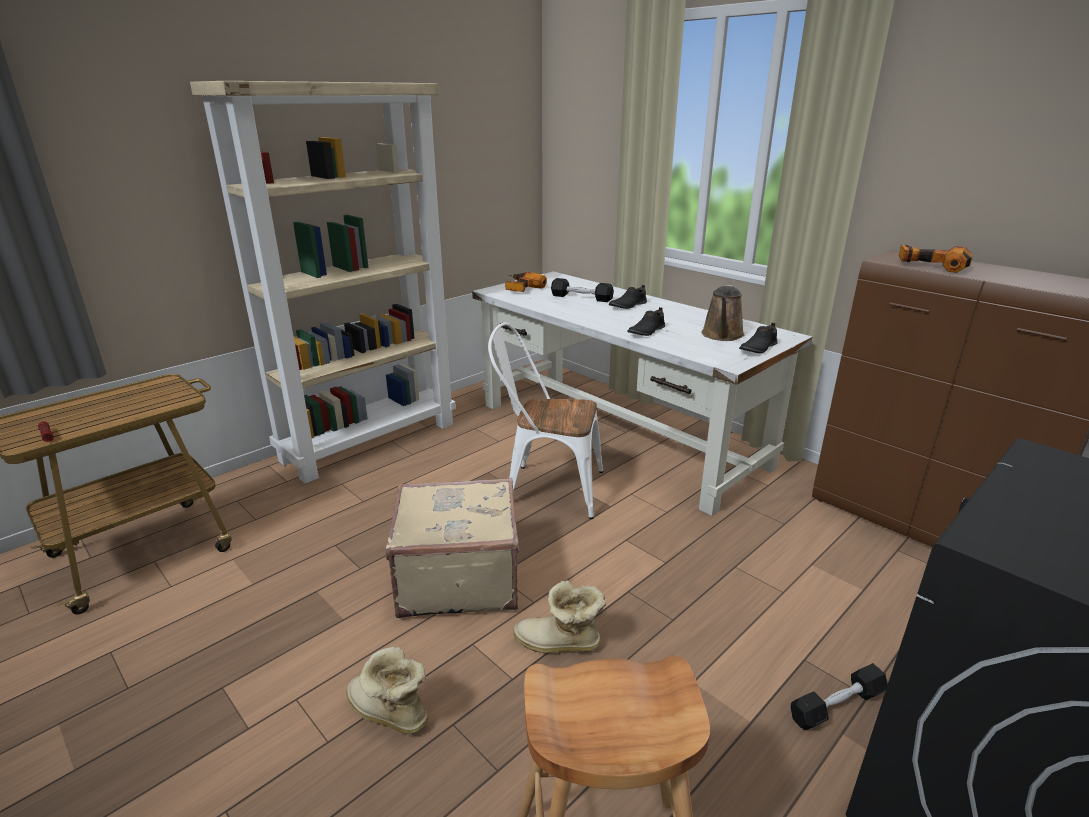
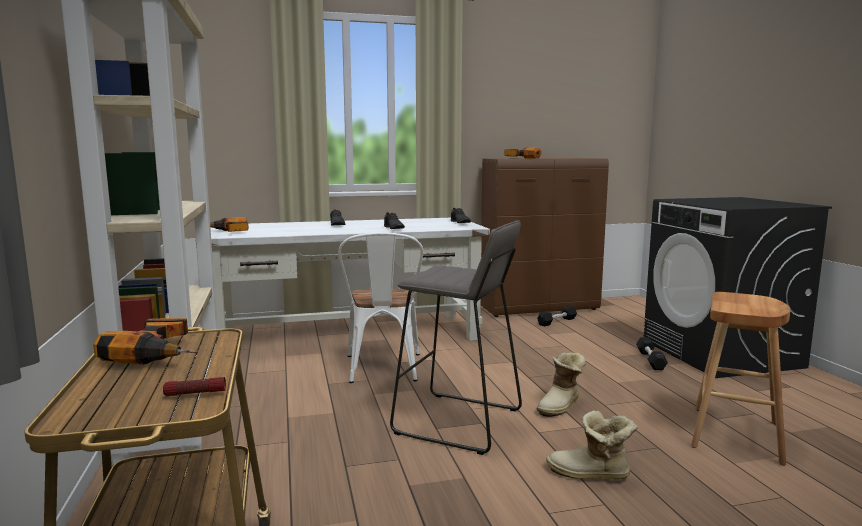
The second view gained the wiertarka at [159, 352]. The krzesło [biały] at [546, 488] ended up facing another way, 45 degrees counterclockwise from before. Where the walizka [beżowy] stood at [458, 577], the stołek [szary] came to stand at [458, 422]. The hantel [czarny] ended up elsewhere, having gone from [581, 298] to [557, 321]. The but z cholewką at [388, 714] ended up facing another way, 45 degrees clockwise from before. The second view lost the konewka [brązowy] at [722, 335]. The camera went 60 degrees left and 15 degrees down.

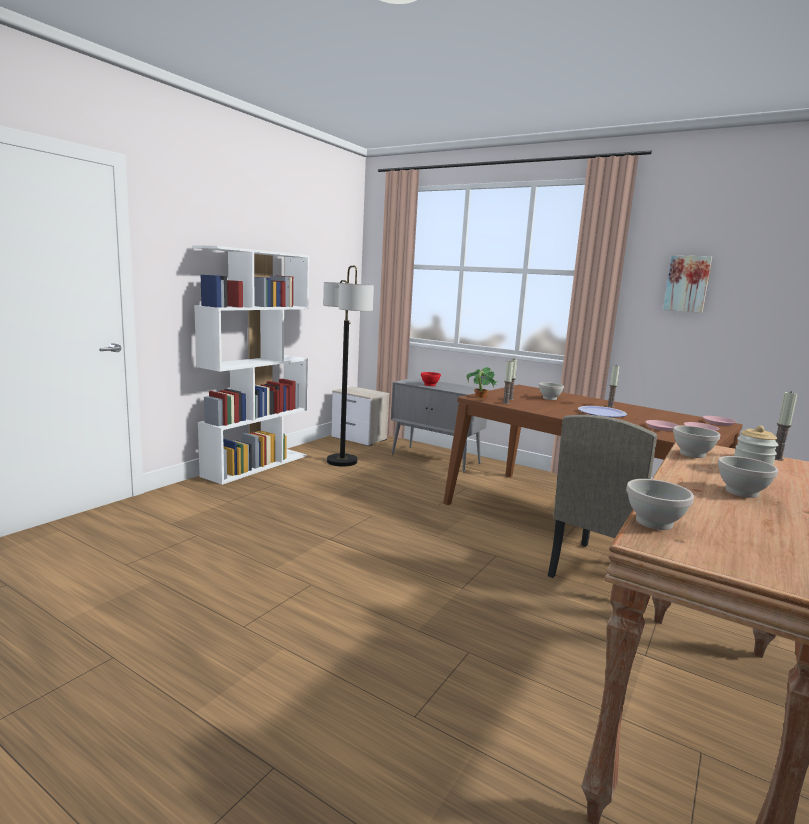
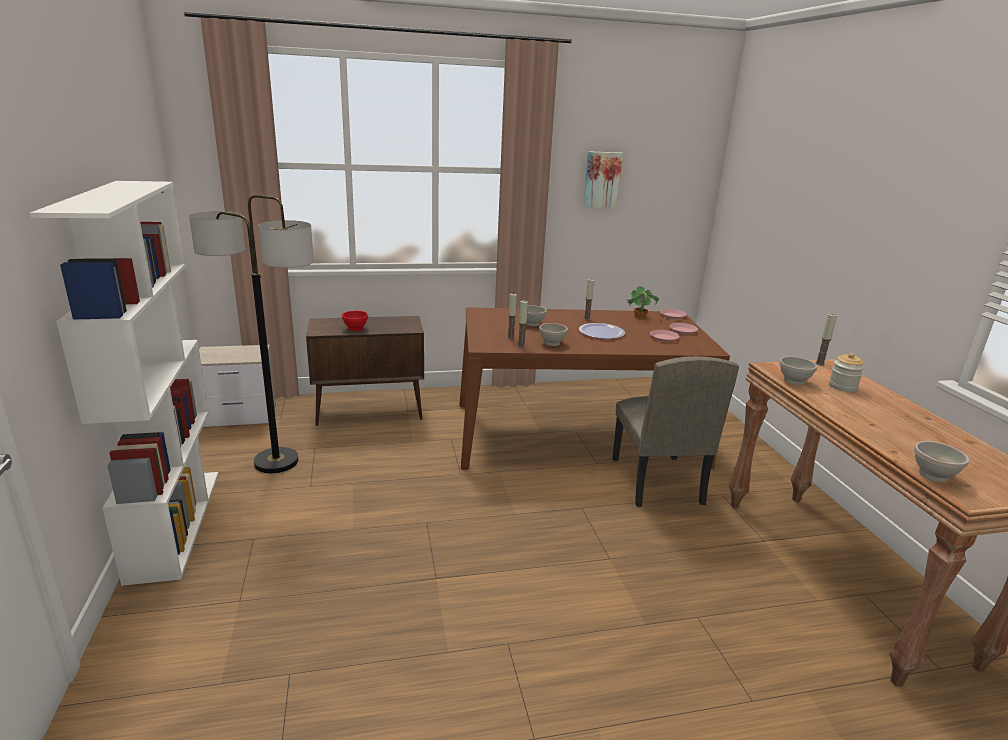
What was the szafka [szary] at [436, 459] turned into the szafka [brązowy] at [370, 412]. The miska [biały] ended up elsewhere, having gone from [742, 493] to [552, 343]. The roślina doniczkowa ended up elsewhere, having gone from [480, 397] to [639, 316]. The camera went 45 degrees left and 10 degrees up.

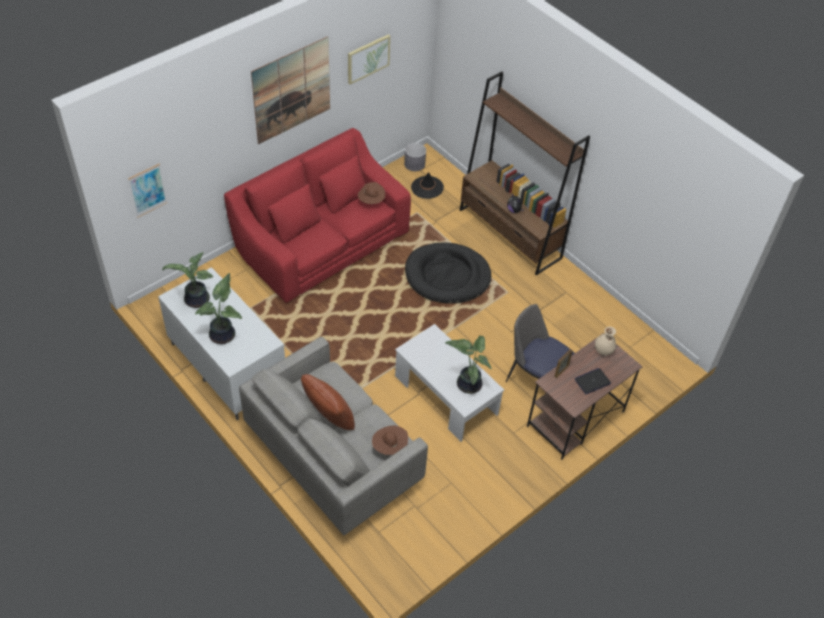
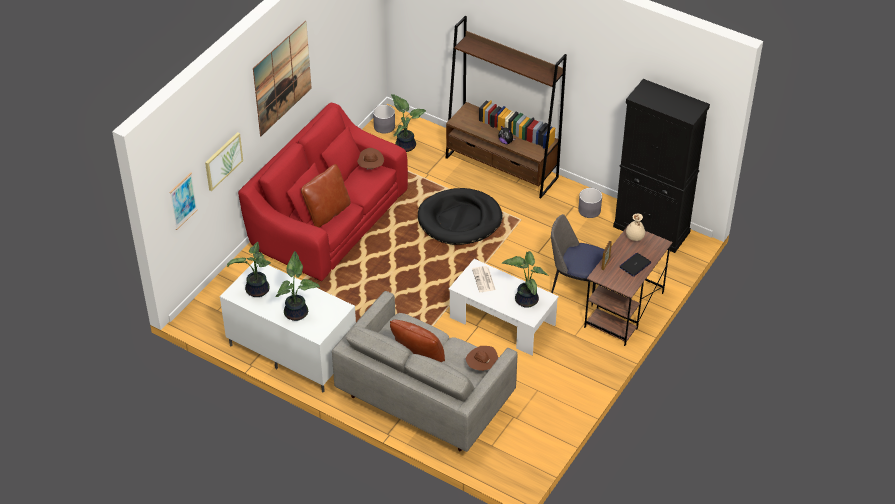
The obraz ended up elsewhere, having gone from [368, 58] to [223, 161]. The second view gained the poduszka [brązowy] at [327, 213]. Where the kapelusz [czarny] stood at [427, 187], the roślina doniczkowa came to stand at [406, 145]. The second view gained the gazeta at [484, 280]. The second view gained the donica [szary] at [589, 210]. The second view gained the szafka [czarny] at [651, 229]. The camera went 15 degrees left and 5 degrees down.

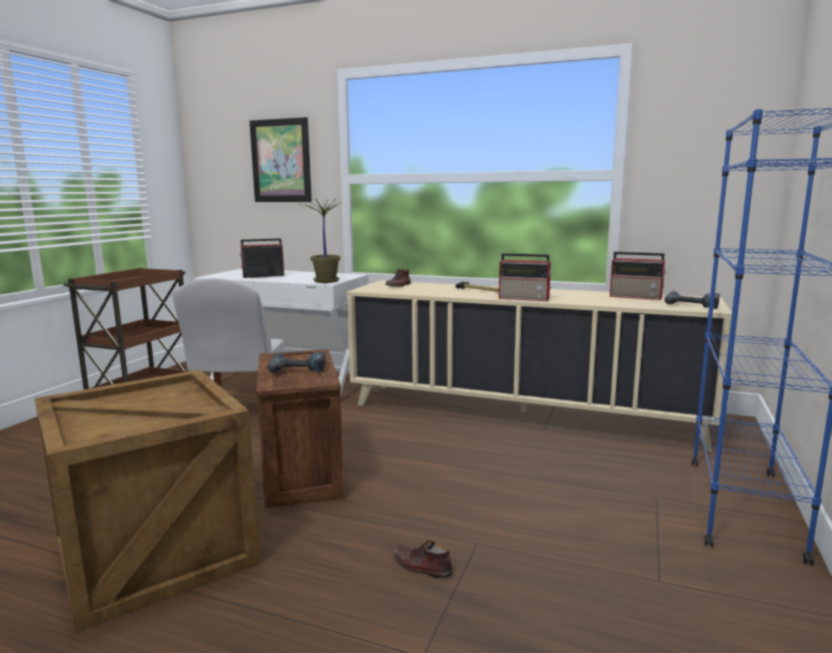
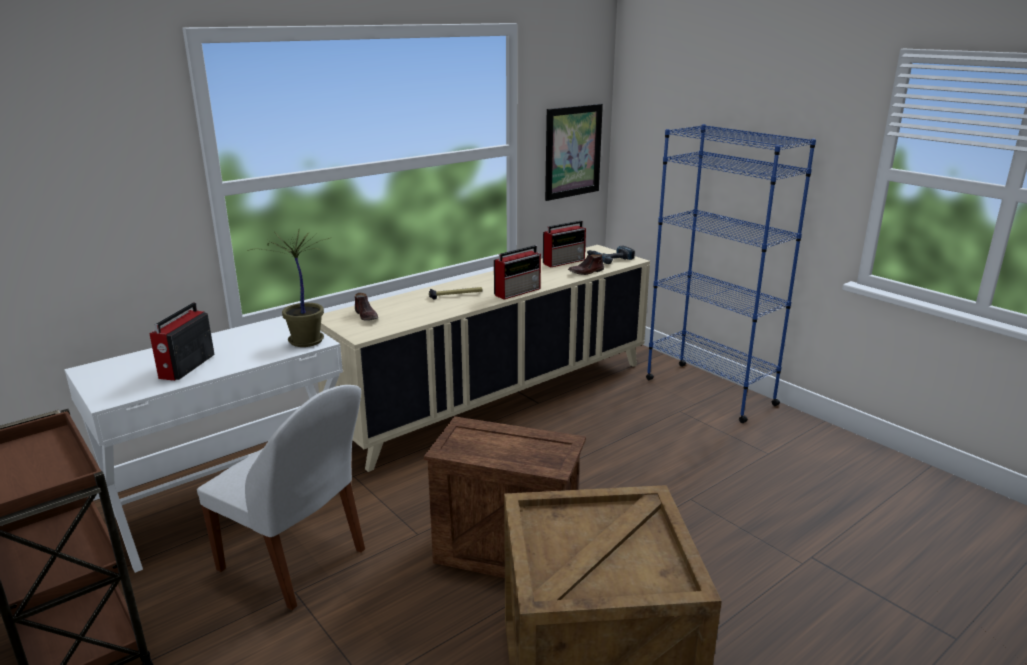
The obraz ended up elsewhere, having gone from [281, 161] to [573, 151]. The but [brązowy] ended up elsewhere, having gone from [421, 566] to [586, 272]. The second view lost the wiertarka at [298, 367]. The camera went 60 degrees left and 10 degrees up.

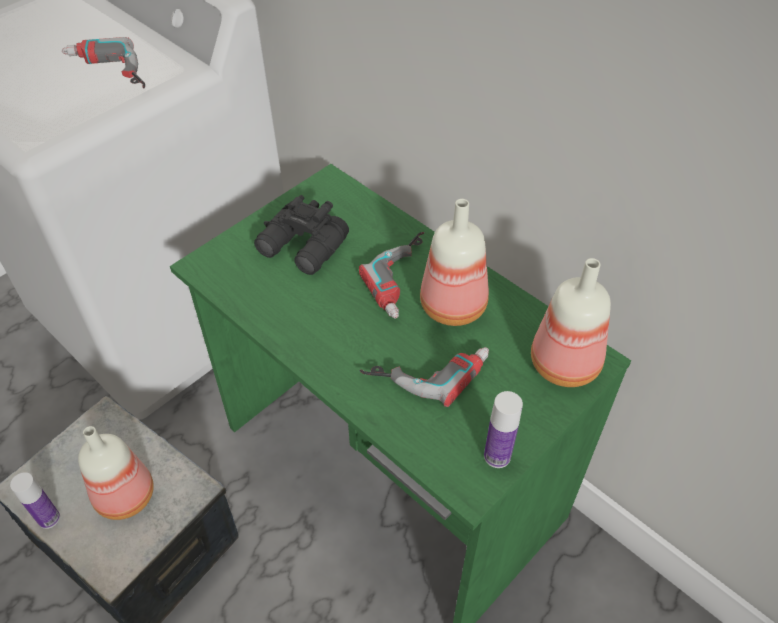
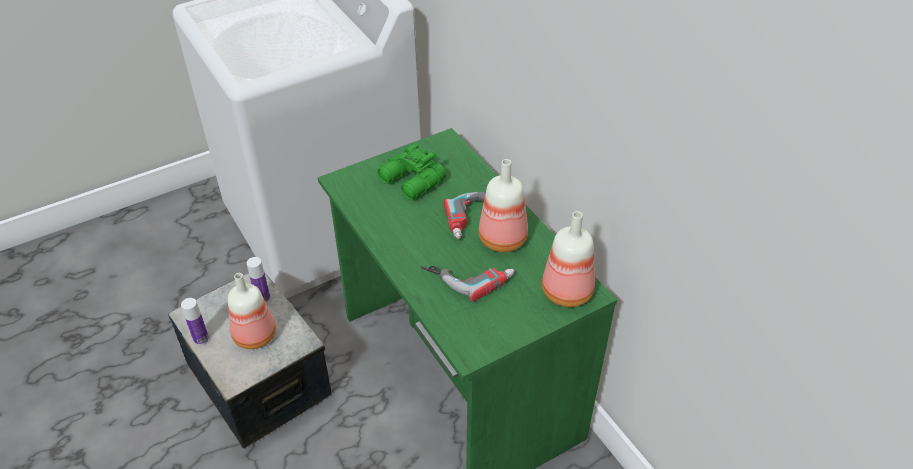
The butelka ended up elsewhere, having gone from [497, 456] to [262, 297]. What was the lornetka [czarny] at [303, 248] turned into the lornetka [zielony] at [411, 182]. The second view lost the wiertarka at [105, 74]. The camera went 15 degrees right and 5 degrees down.

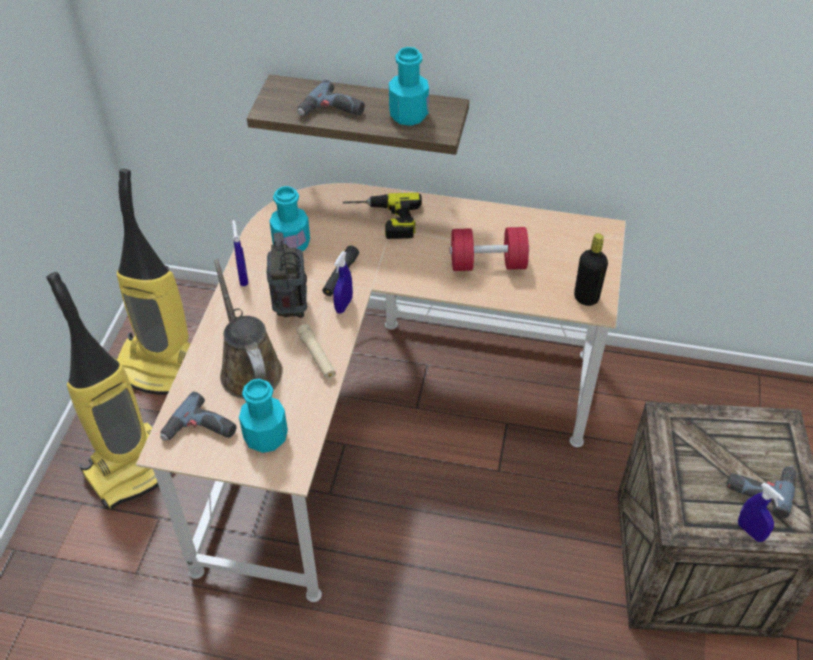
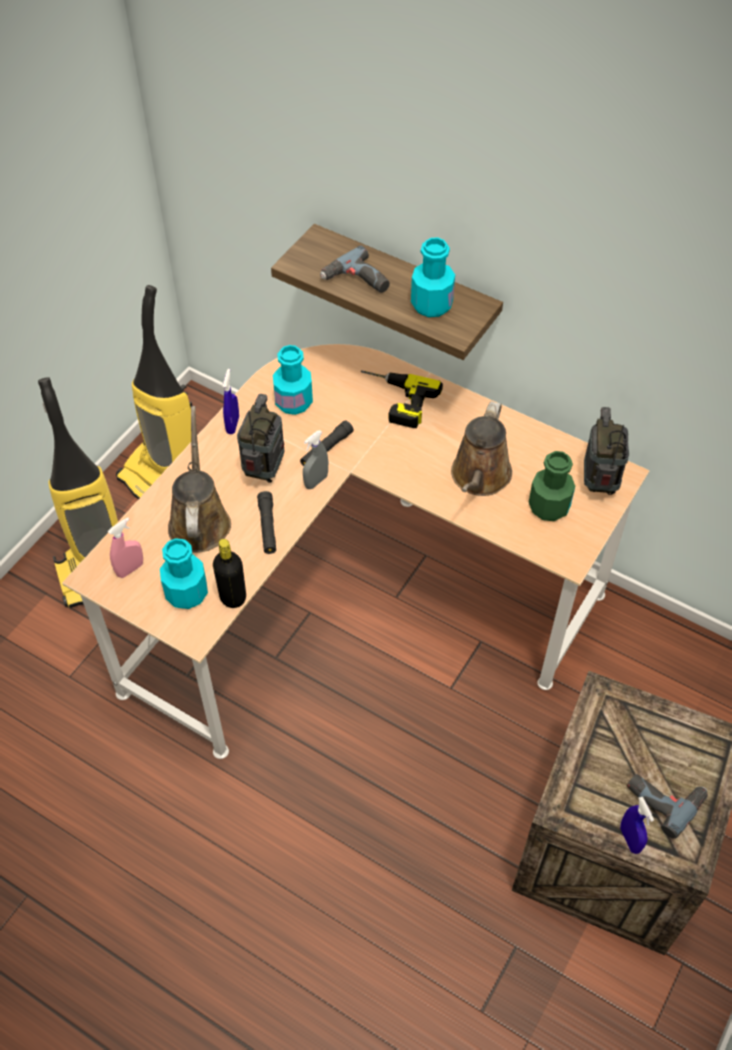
Where the wiertarka stood at [200, 431], the spryskiwacz [różowy] came to stand at [130, 569]. The butelka [czarny] ended up elsewhere, having gone from [586, 298] to [233, 597]. What was the latarka [beżowy] at [317, 356] turned into the latarka [czarny] at [267, 527]. What was the spryskiwacz [niebieski] at [344, 305] turned into the spryskiwacz [szary] at [316, 481]. Where the hantel [czerwony] stood at [488, 263], the konewka [brązowy] came to stand at [479, 478]. The second view gained the butelka [zielony] at [548, 507]. The second view gained the radio at [599, 483]. The camera went 20 degrees right and 5 degrees up.

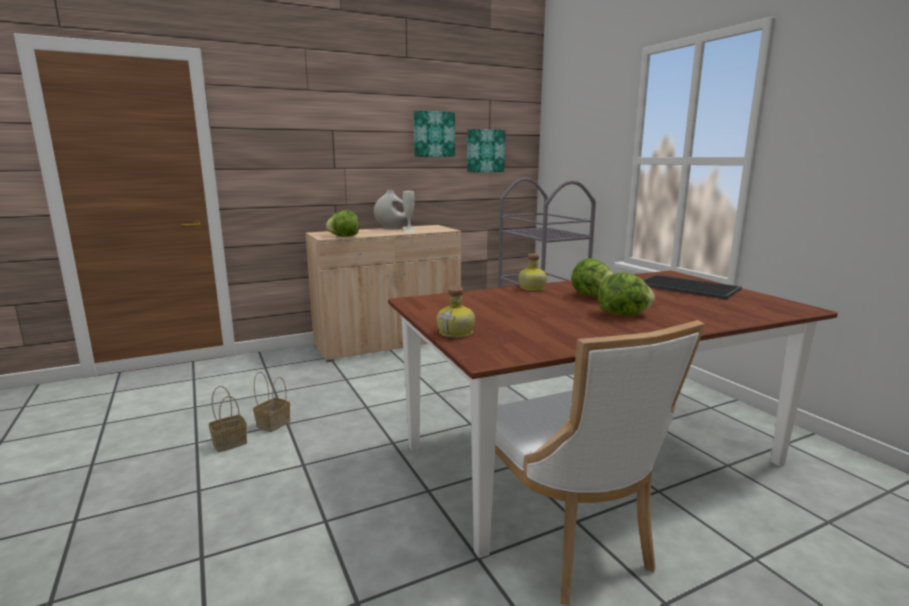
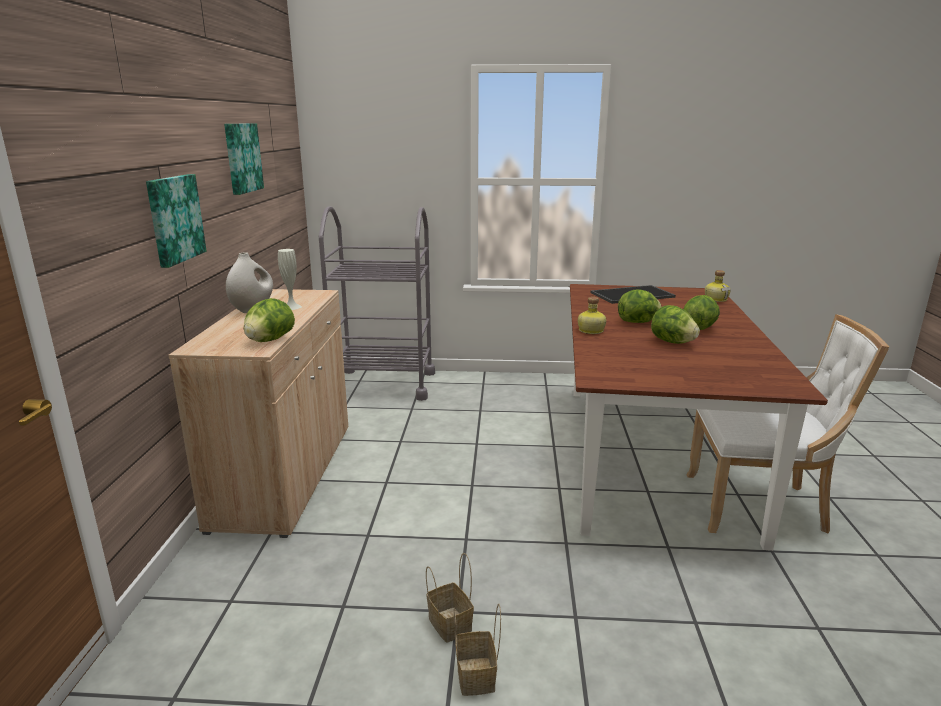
The obraz ended up elsewhere, having gone from [485, 151] to [174, 219]. The second view gained the sałata at [672, 342]. The butelka ended up elsewhere, having gone from [457, 333] to [716, 299]. The camera went 60 degrees left and 5 degrees up.

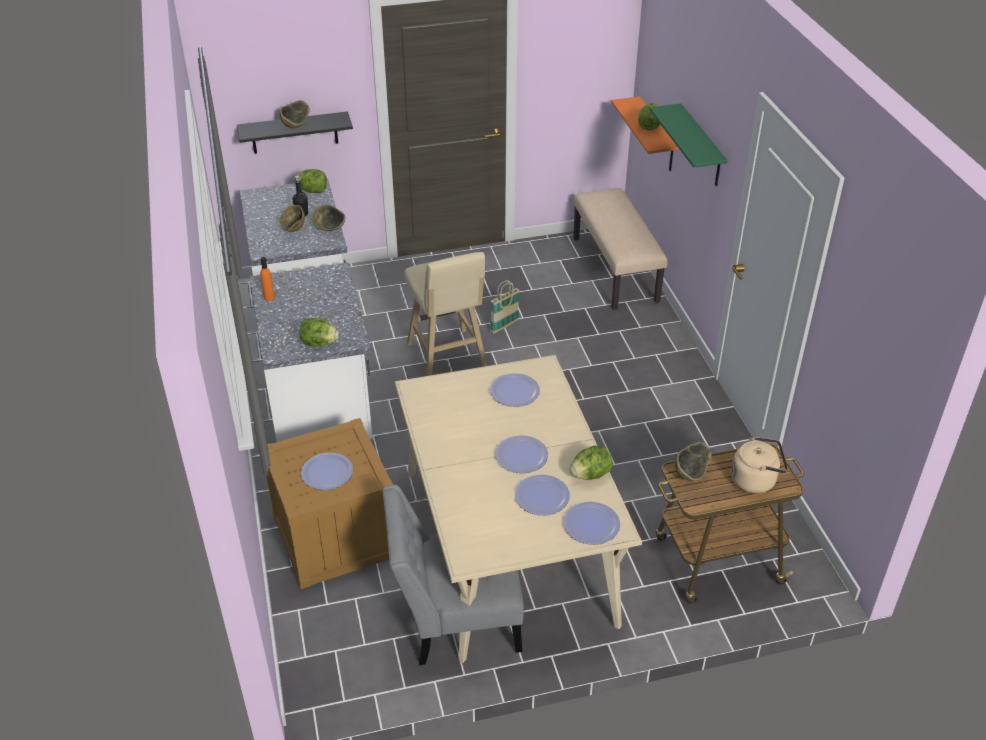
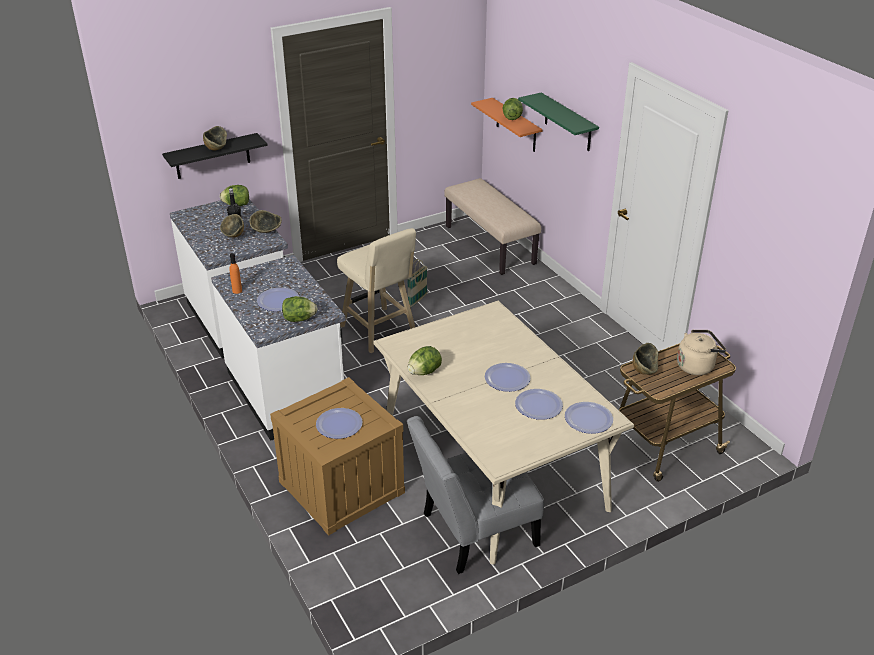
The talerz ended up elsewhere, having gone from [515, 391] to [278, 300]. The sałata ended up elsewhere, having gone from [590, 475] to [424, 372]. The camera went 15 degrees left and 5 degrees down.

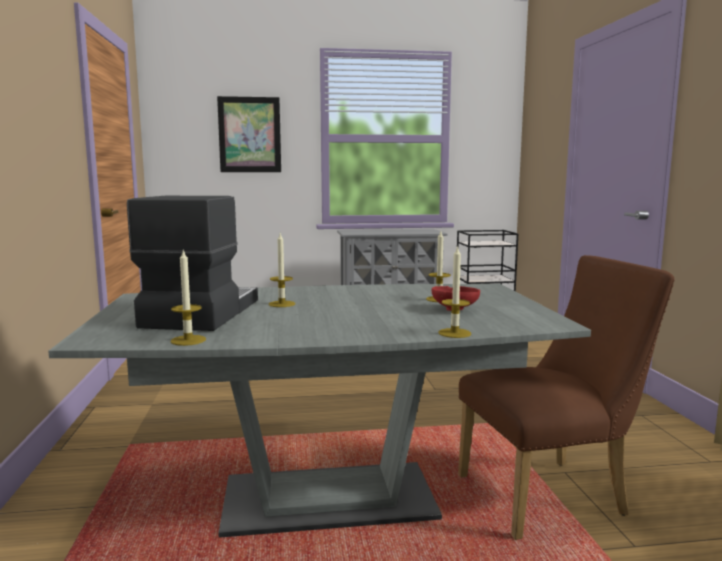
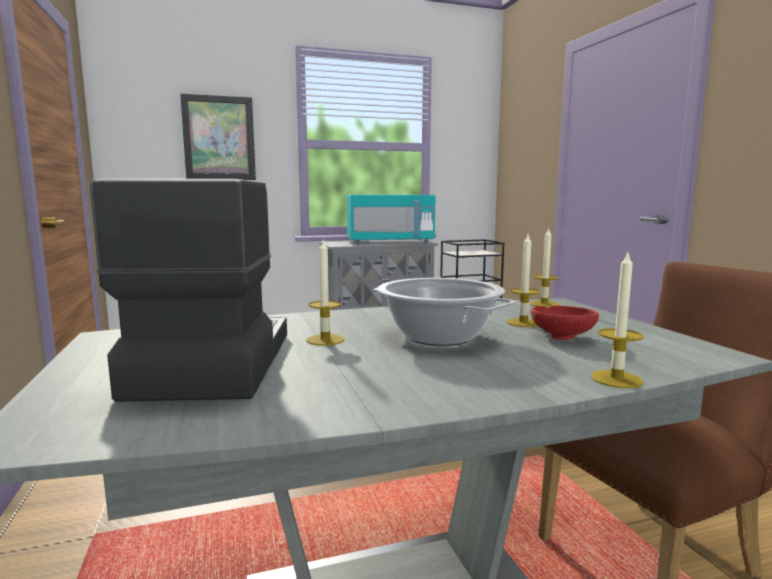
The second view gained the mikrofalówka [turkusowy] at [390, 242]. The second view gained the garnek at [440, 336]. The świeca ended up elsewhere, having gone from [188, 340] to [544, 304]. The camera went 10 degrees left and 0 degrees up.

